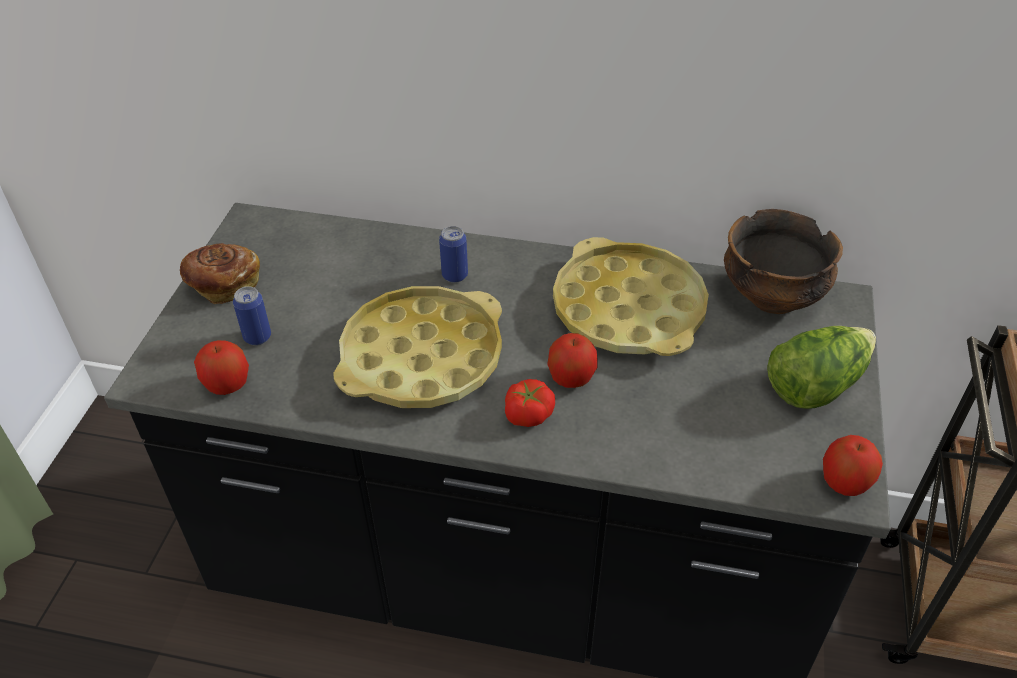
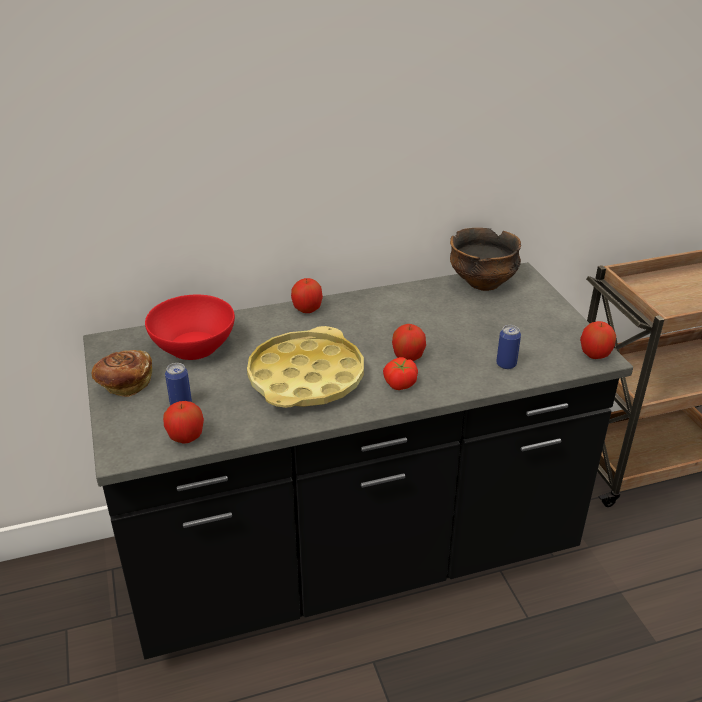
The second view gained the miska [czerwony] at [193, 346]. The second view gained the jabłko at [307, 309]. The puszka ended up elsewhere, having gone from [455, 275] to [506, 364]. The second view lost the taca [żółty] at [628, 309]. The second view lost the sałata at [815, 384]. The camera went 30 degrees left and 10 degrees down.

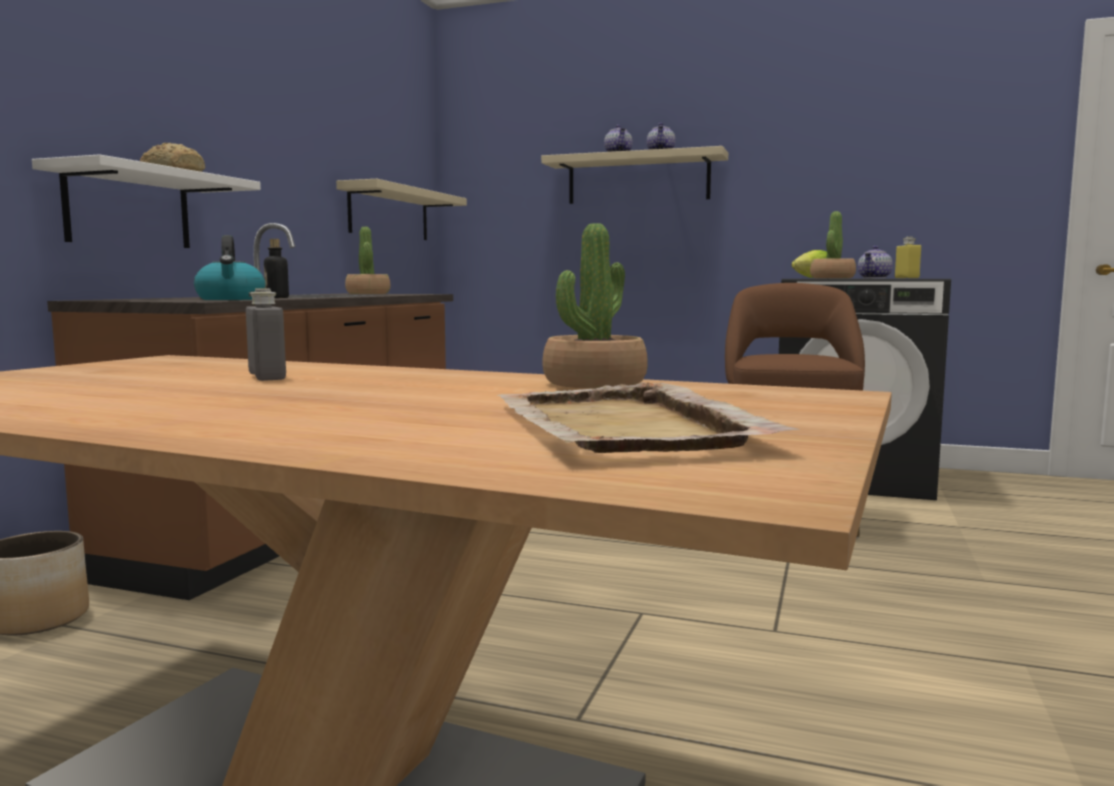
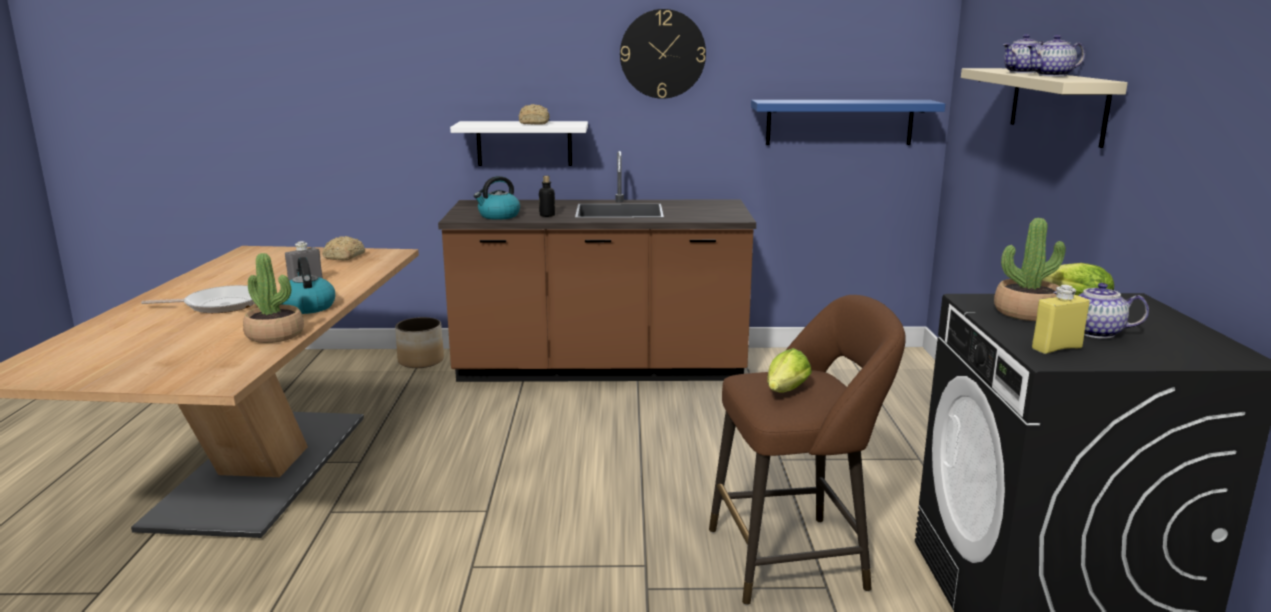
The second view gained the patelnia at [219, 305]. The second view gained the czajnik at [308, 307]. The second view gained the chleb at [343, 257]. The second view gained the zegar ścienny at [662, 54]. What was the półka [beżowy] at [389, 213] turned into the półka [niebieski] at [839, 122]. The second view gained the sałata at [784, 392]. The second view lost the roślina doniczkowa at [368, 293]. The second view lost the taca [beżowy] at [624, 427]. The camera went 70 degrees right and 10 degrees up.

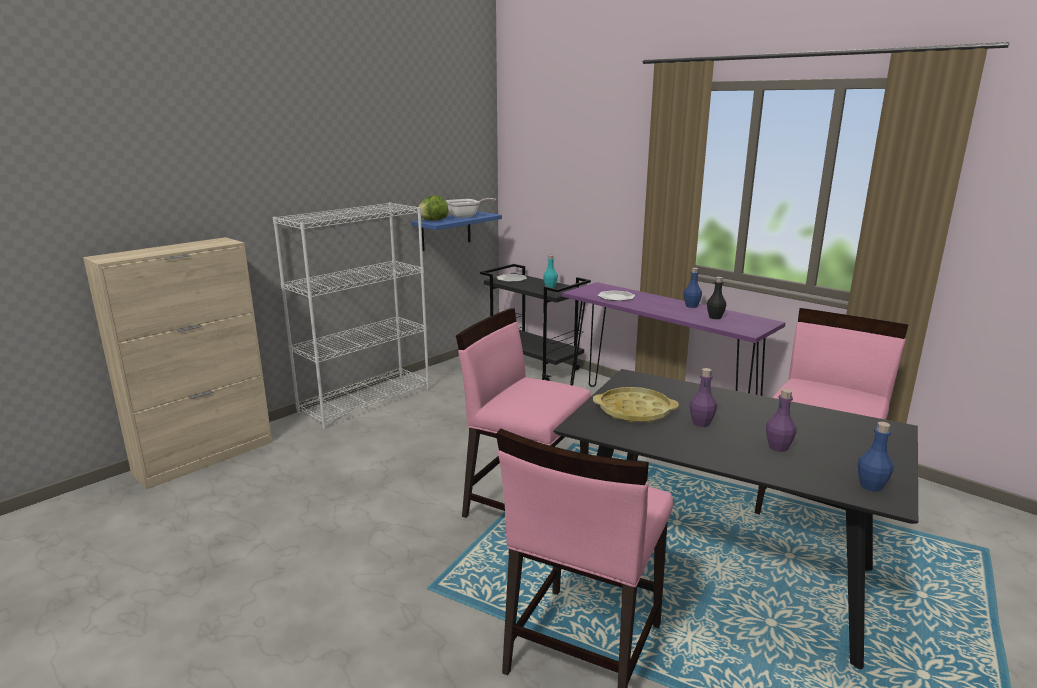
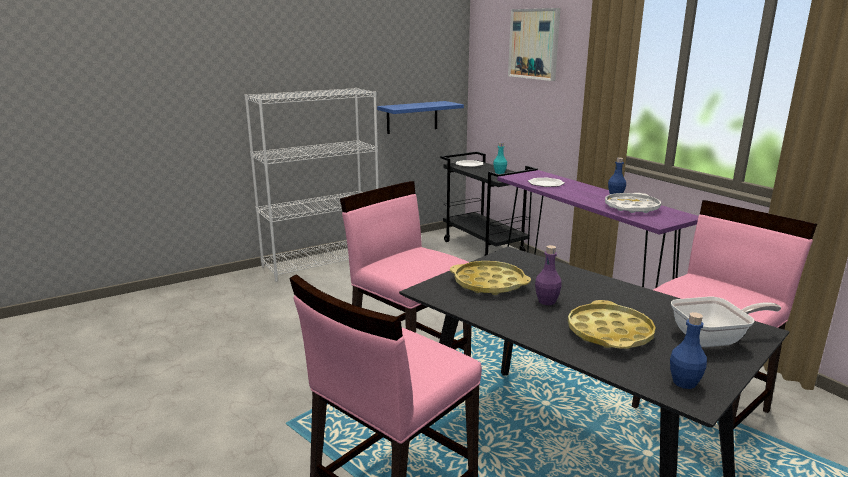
The second view gained the obraz at [534, 44]. Where the butelka [fioletowy] stood at [778, 447], the taca [żółty] came to stand at [609, 333]. Where the butelka [czarny] stood at [715, 317], the taca [biały] came to stand at [631, 208]. The patelnia ended up elsewhere, having gone from [466, 216] to [714, 339]. The second view lost the szafka [beżowy] at [205, 457]. The second view lost the sałata at [433, 220]. The camera went 15 degrees right and 0 degrees up.

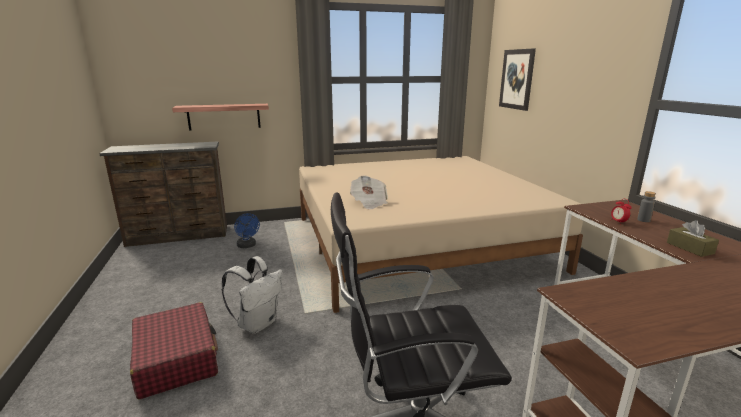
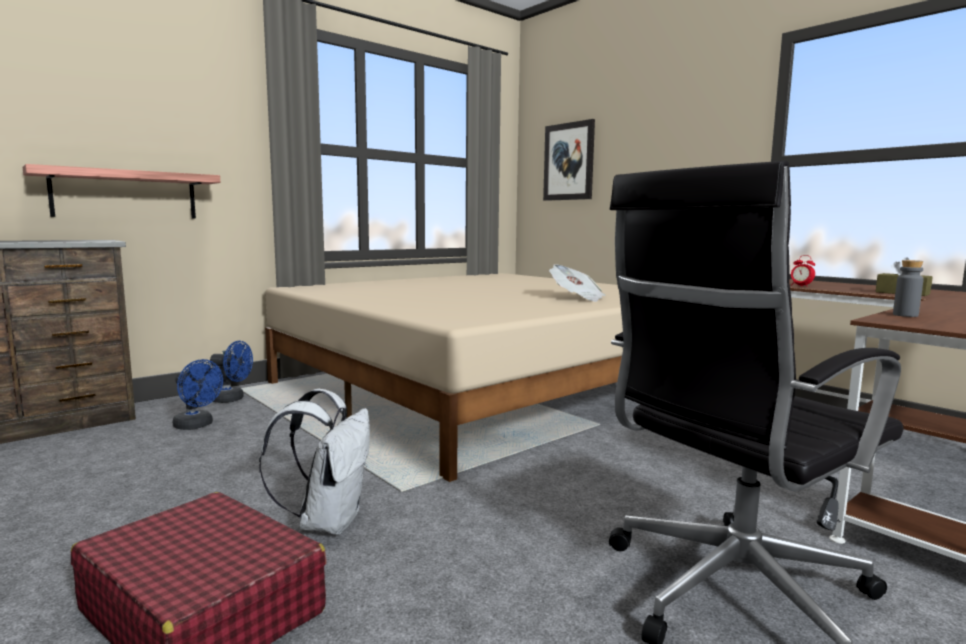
The second view gained the wentylator [niebieski] at [232, 399]. The gazeta ended up elsewhere, having gone from [369, 202] to [577, 298]. The butelka [szary] ended up elsewhere, having gone from [643, 220] to [905, 315]. The camera went 25 degrees left and 10 degrees down.

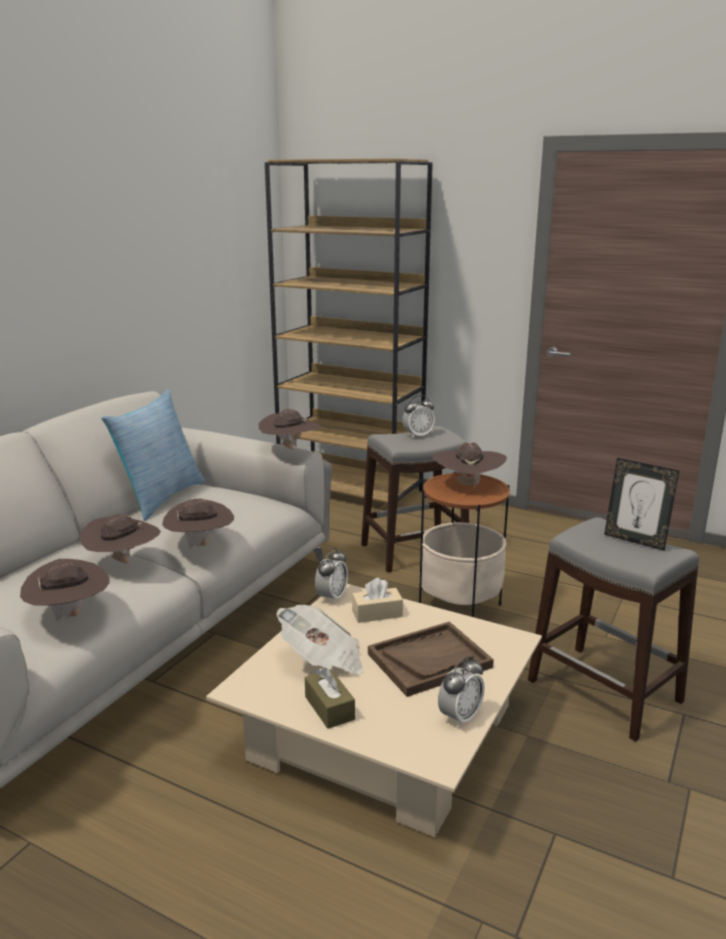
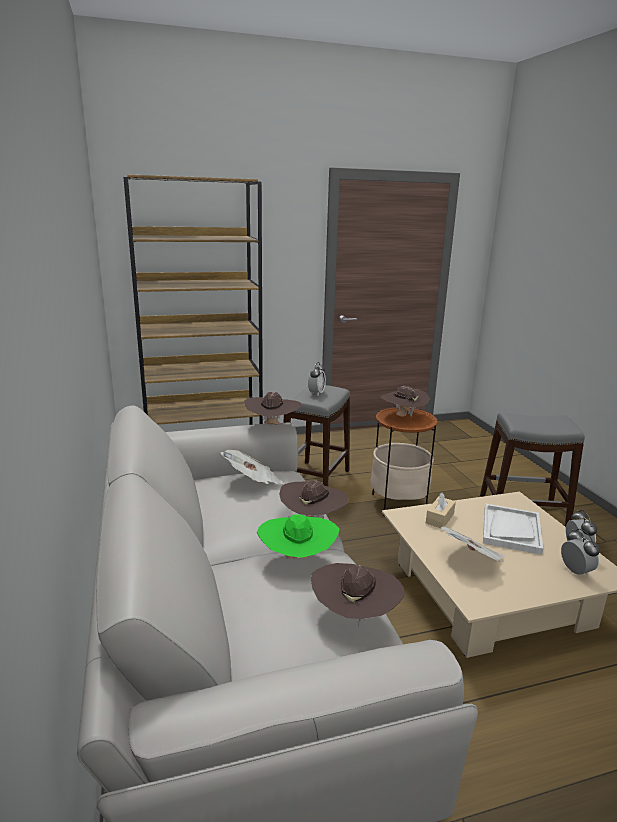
The second view gained the gazeta at [253, 482]. What was the kapelusz [brązowy] at [123, 563] turned into the kapelusz [zielony] at [297, 559]. What was the taca [brązowy] at [429, 660] turned into the taca [biały] at [511, 530]. The budzik ended up elsewhere, having gone from [332, 597] to [575, 571]. The second view lost the poduszka at [160, 498]. The second view lost the pudełko chusteczek [brązowy] at [329, 708]. The second view lost the ramka na zdjęcie at [635, 540]. The camera went 45 degrees left and 0 degrees up.

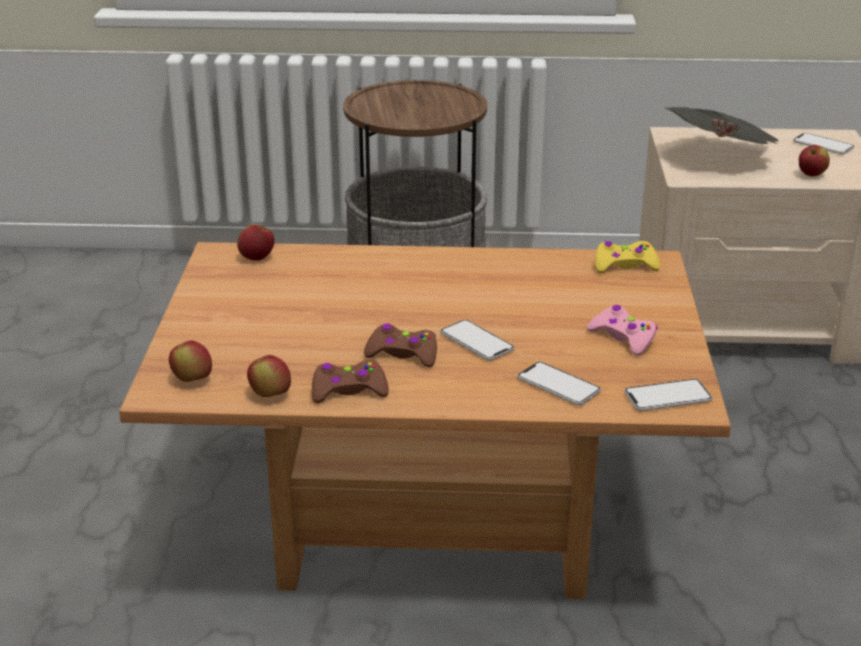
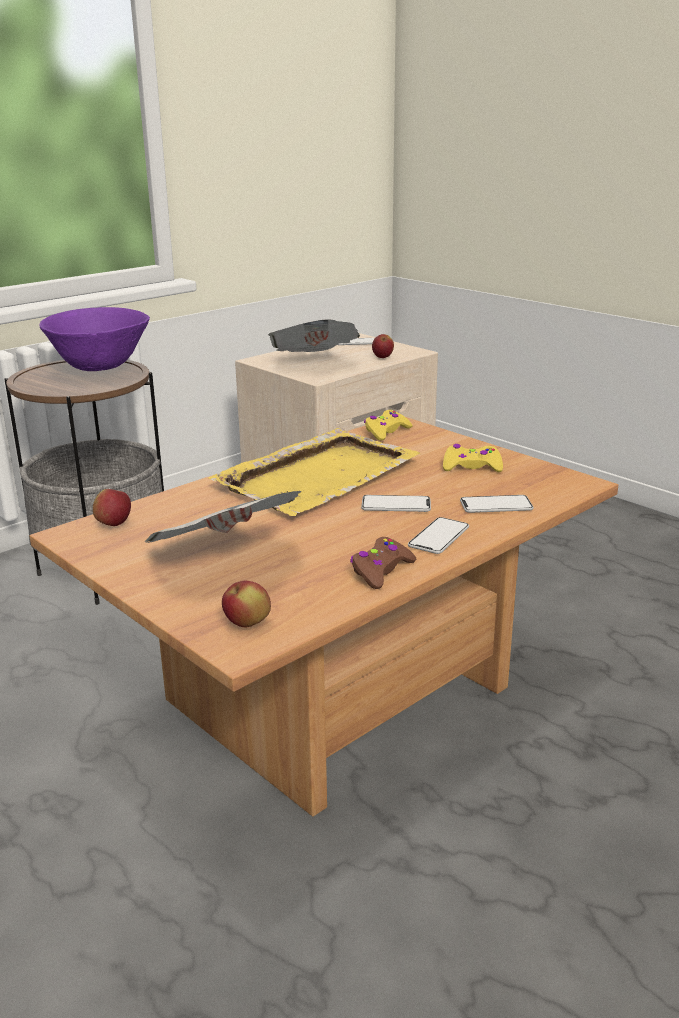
The second view gained the miska [fioletowy] at [101, 368]. The second view gained the gazeta at [223, 557]. The second view gained the taca [żółty] at [319, 475]. The telefon ended up elsewhere, having gone from [667, 397] to [439, 537]. What was the pad do gier [różowy] at [623, 338] turned into the pad do gier [żółty] at [471, 467]. The second view lost the jabłko at [270, 395]. The second view lost the pad do gier [brązowy] at [402, 354]. The camera went 45 degrees left and 5 degrees down.

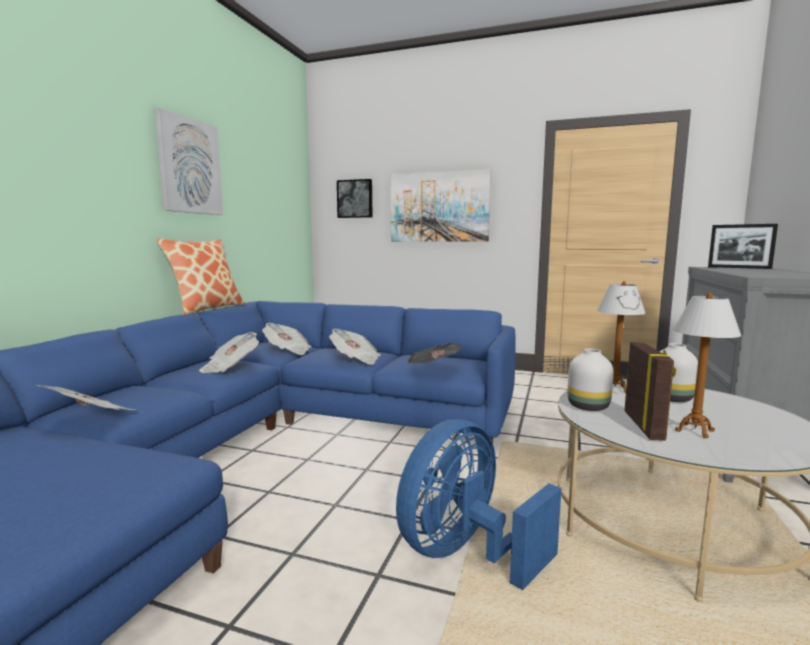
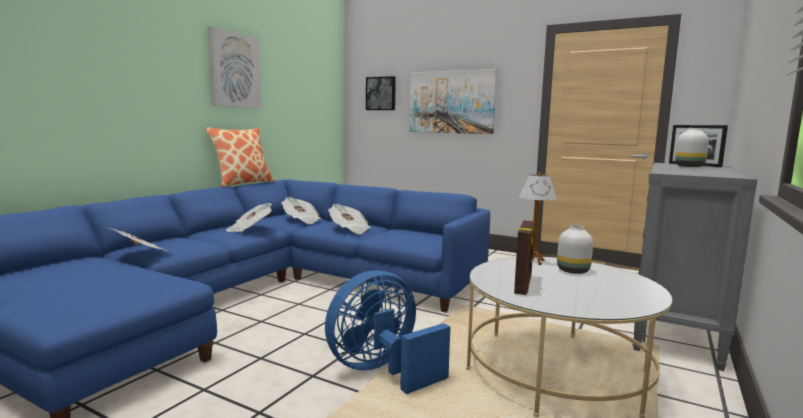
The wazon [biały] ended up elsewhere, having gone from [588, 406] to [689, 166]. The second view lost the gazeta at [433, 369]. The second view lost the lampa stołowa at [694, 431]. The camera went 10 degrees right and 0 degrees up.

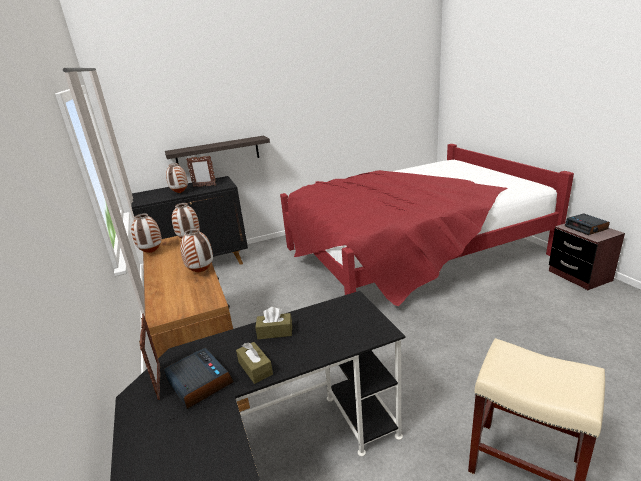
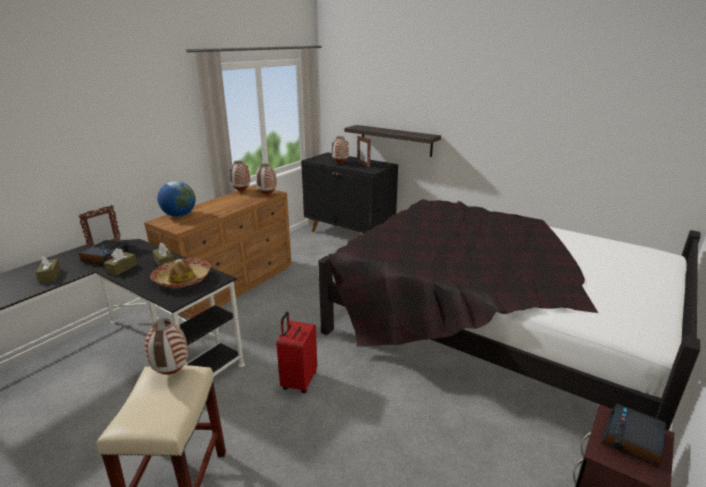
The second view gained the pudełko chusteczek [brązowy] at [50, 275]. The wazon ended up elsewhere, having gone from [200, 272] to [171, 372]. The second view gained the kapelusz at [182, 279]. The second view gained the globus at [179, 215]. The second view gained the walizka [czerwony] at [298, 381]. What was the łóżko [czerwony] at [411, 252] turned into the łóżko [czarny] at [493, 330]. The camera went 55 degrees right and 0 degrees up.

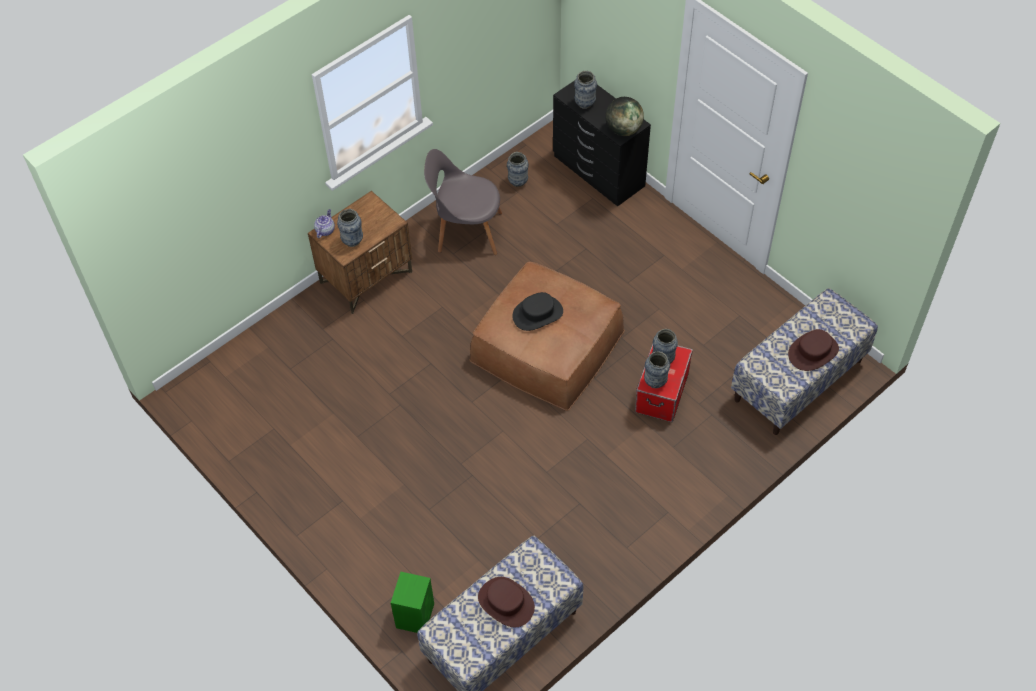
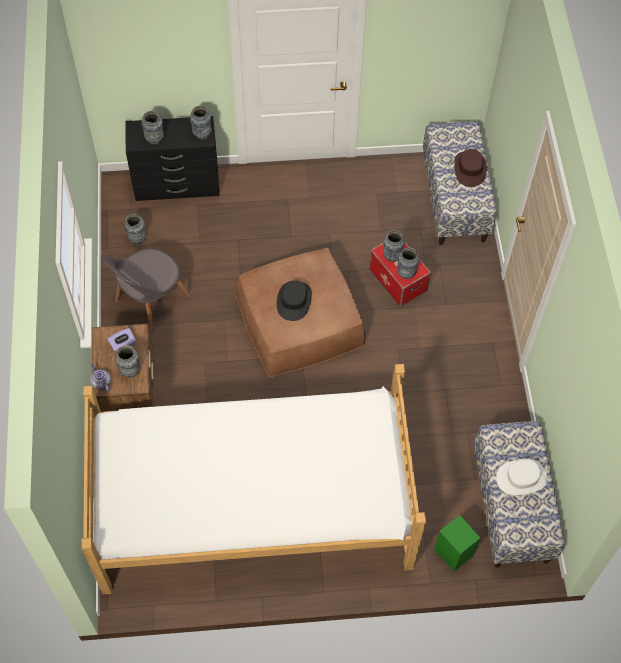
The second view gained the łóżko at [253, 504]. The second view gained the pudełko chusteczek [fioletowy] at [123, 345]. Where the globus stood at [623, 130], the wazon came to stand at [202, 134]. What was the kapelusz [brązowy] at [505, 603] turned into the kapelusz [biały] at [521, 478]. The camera went 55 degrees left and 5 degrees up.

